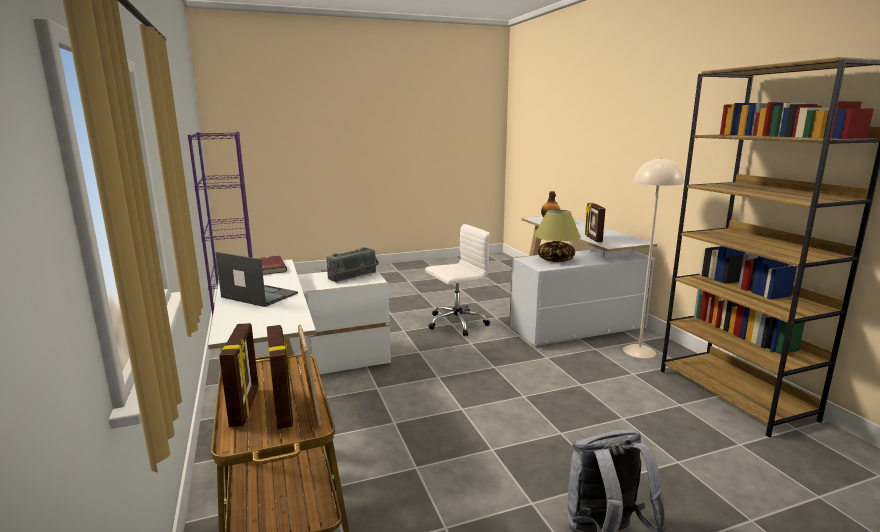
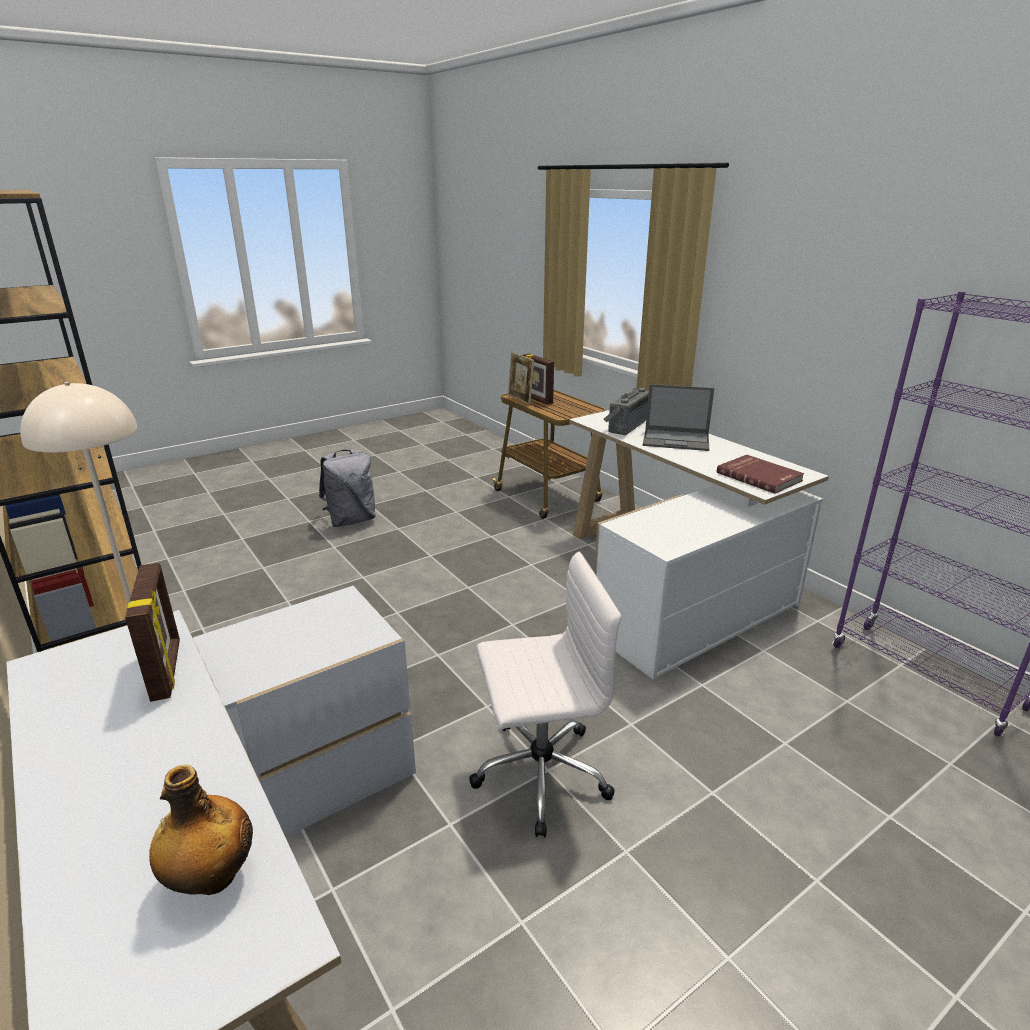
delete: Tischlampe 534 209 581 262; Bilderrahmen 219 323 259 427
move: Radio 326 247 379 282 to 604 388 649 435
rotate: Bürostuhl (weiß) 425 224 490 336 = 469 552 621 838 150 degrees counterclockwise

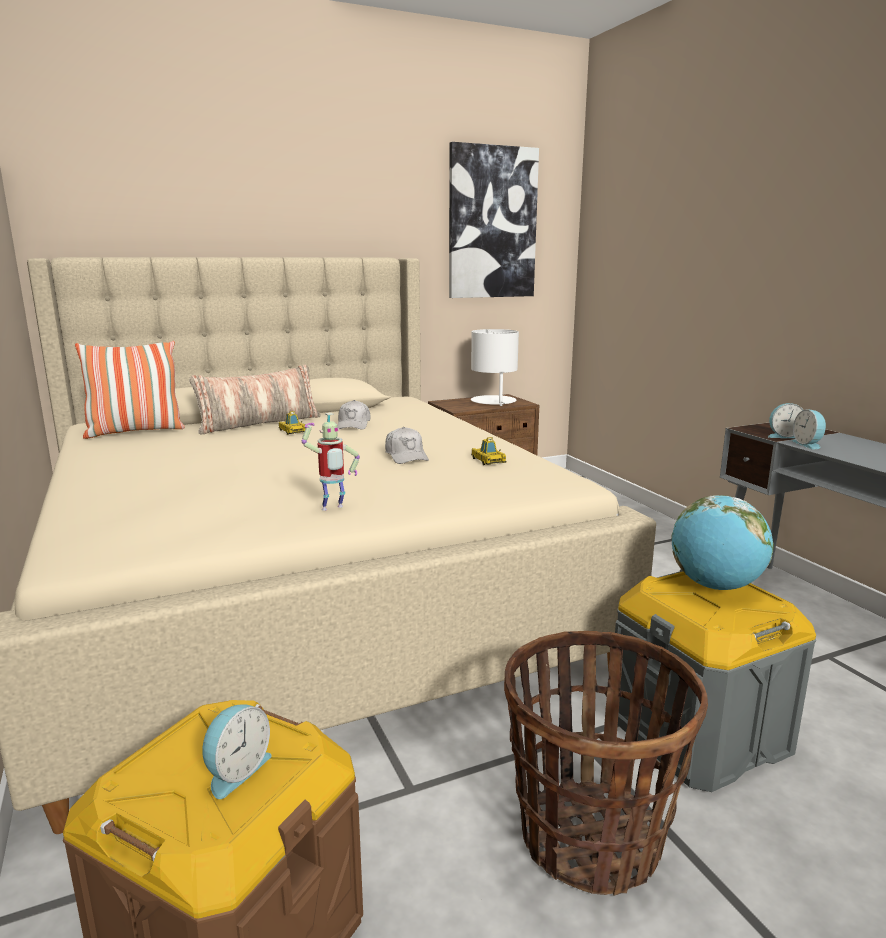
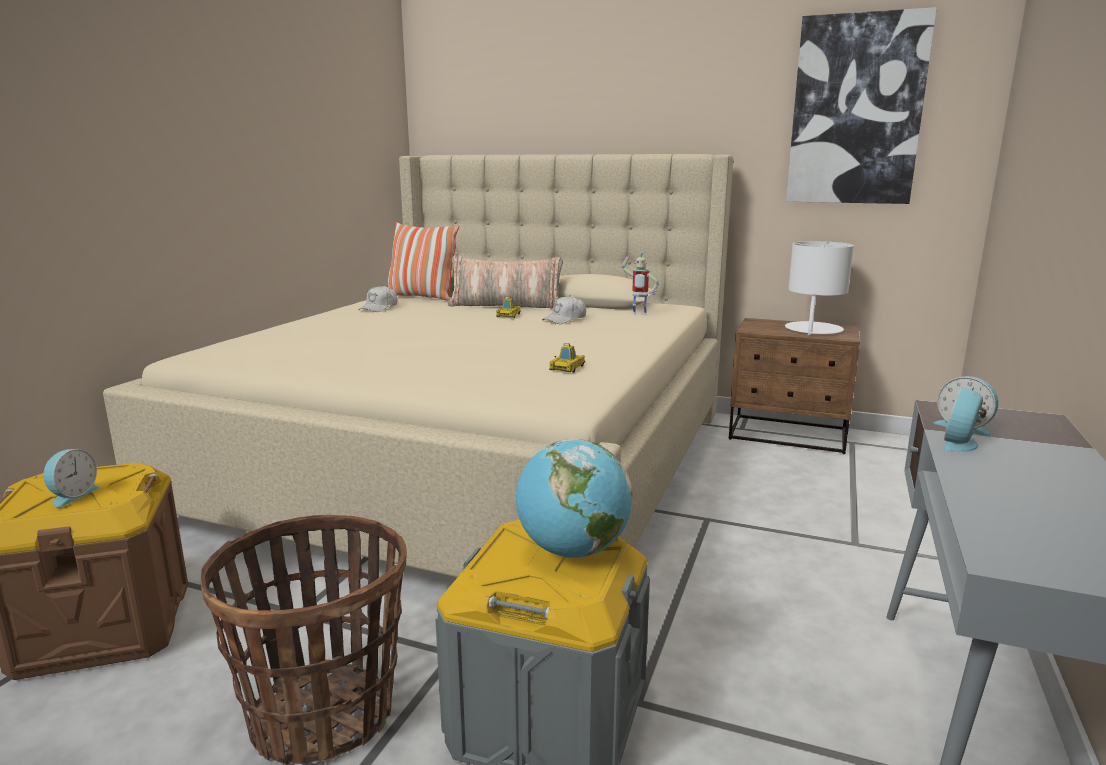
move: Spielzeugroboter 302 413 360 511 to 622 252 659 315; Kappe (weiß) 385 427 429 464 to 358 285 397 312
rotate: Wecker 202 704 272 799 = 43 449 100 507 60 degrees counterclockwise

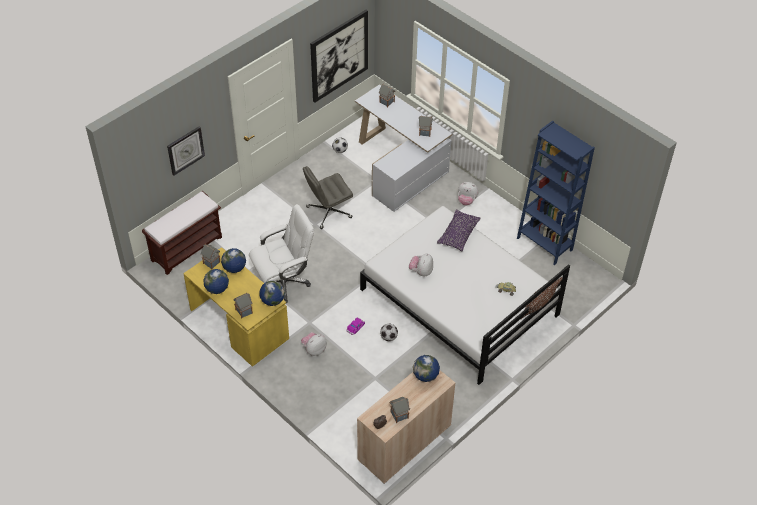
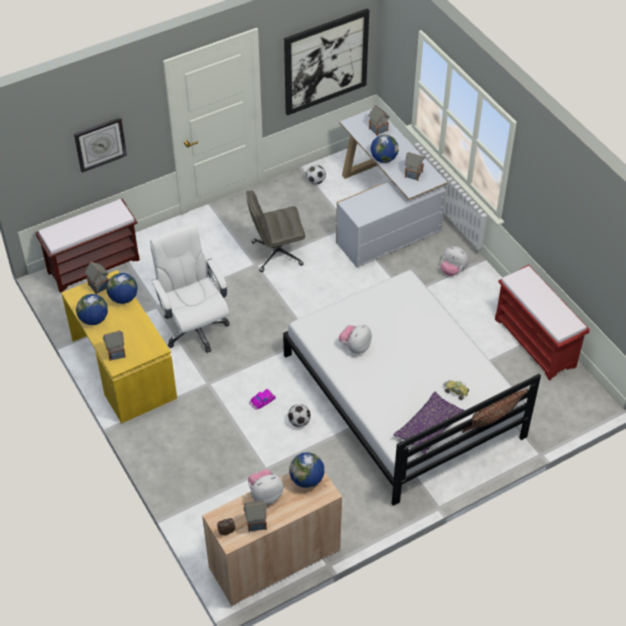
move: Kissen (lila) 437 209 481 251 to 394 392 465 455; Globus 259 281 285 306 to 370 135 398 163; Plüschtier 301 332 327 356 to 248 469 283 505
replace: Bücherregal (blau) 517 121 595 265 to Bank (rot) 495 265 590 381
rotate: Bürostuhl (weiß) 249 204 314 303 = 150 225 230 353 105 degrees counterclockwise

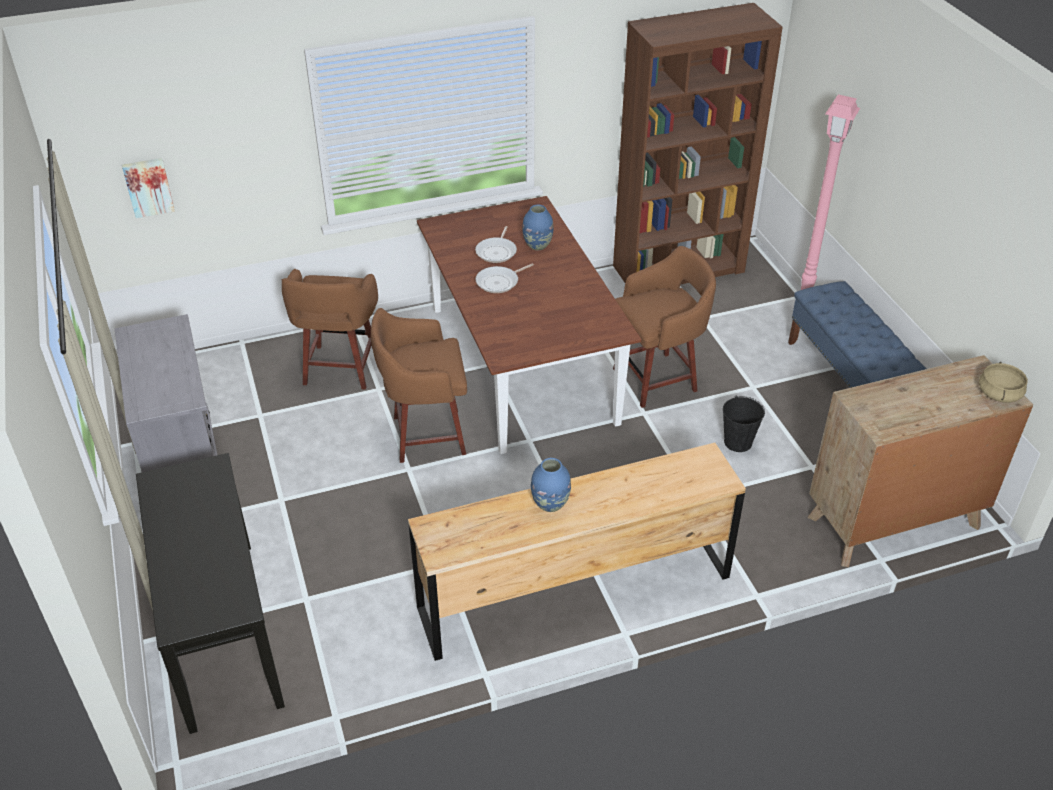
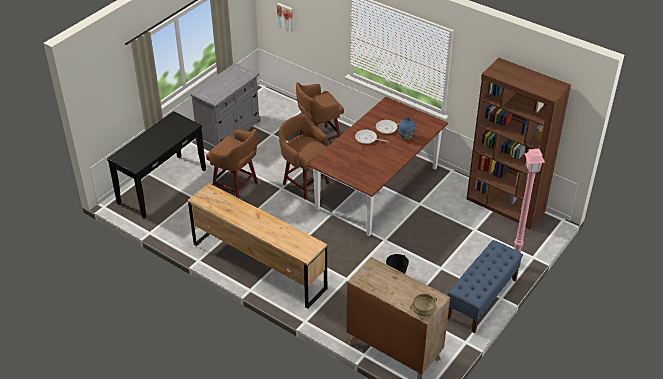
delete: Vase (blau) 531 458 571 512
move: Hocker (braun) 613 246 716 408 to 206 129 258 198

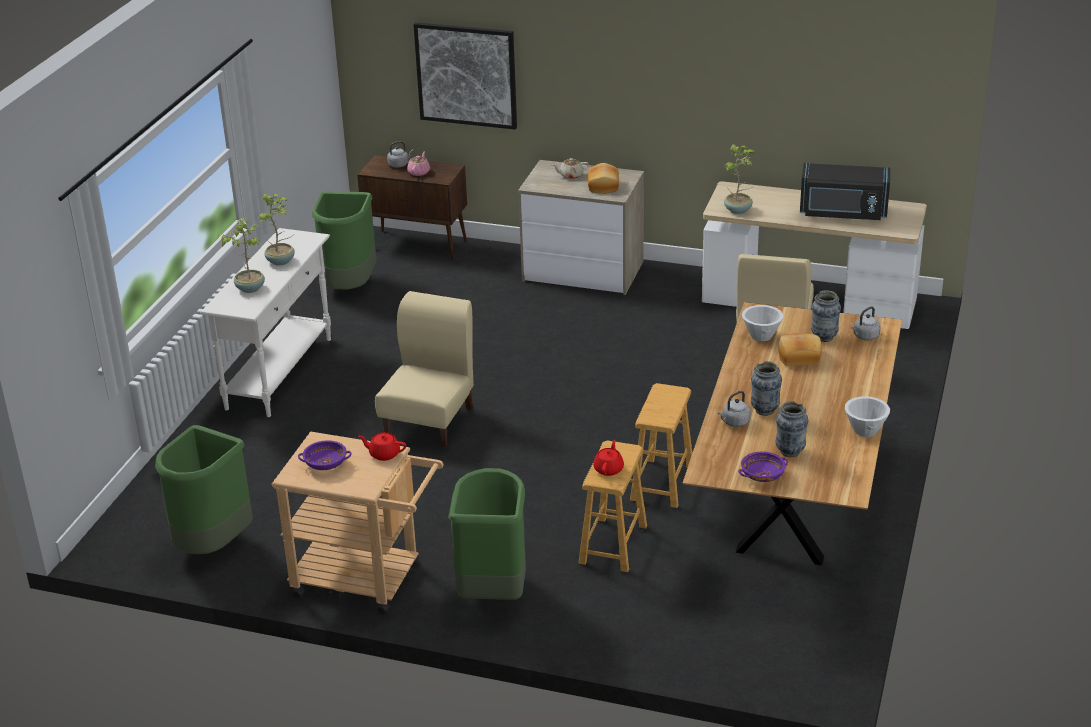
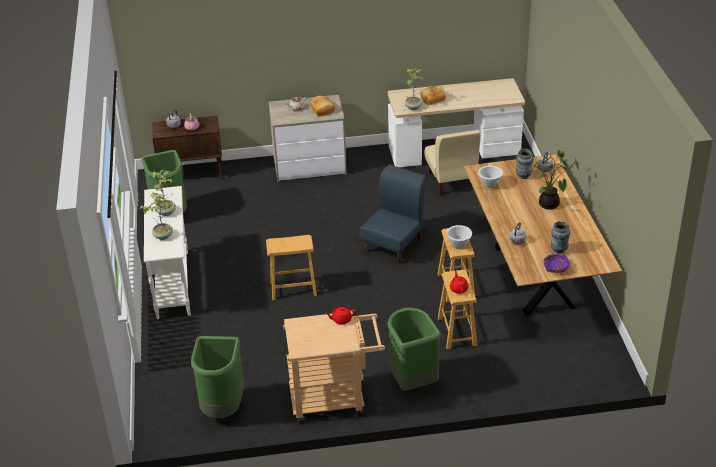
delete: Bild 413 22 517 130; Mikrowelle (schwarz) 800 163 890 220; Vase 751 361 782 416; Schüssel (lila) 298 440 352 470
insert: Topfpflanze 532 150 579 210; Stuhl (blau) 360 165 425 263
move: Brot 778 333 822 366 to 420 86 446 105; Schüssel (weiß) 845 396 890 437 to 446 225 472 249
replace: Stuhl (beige) 375 291 474 447 to Hocker (braun) 266 235 317 300

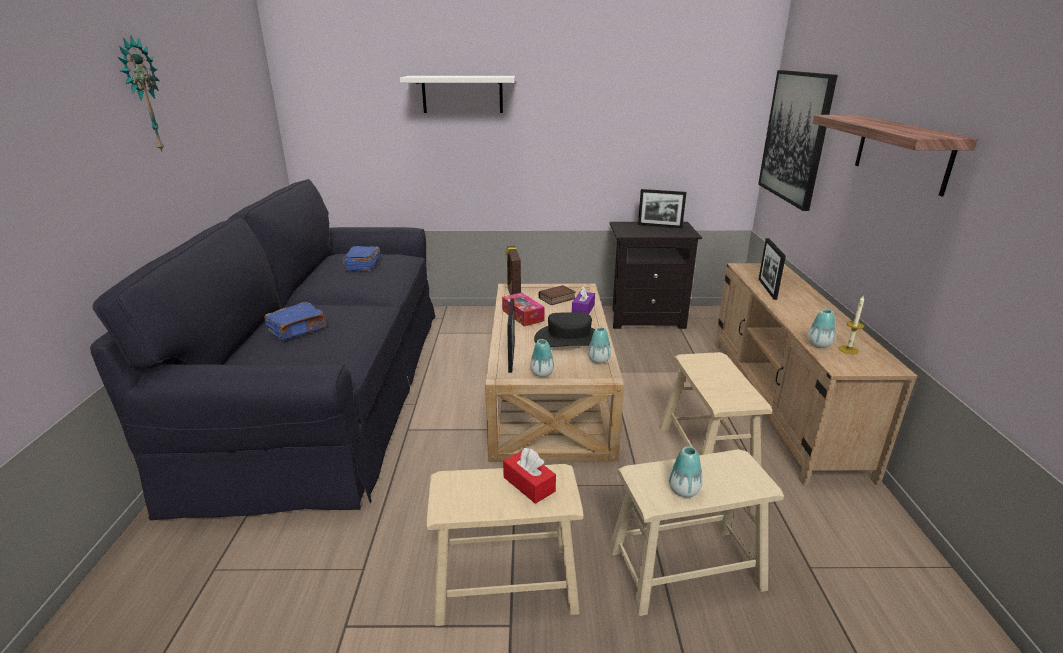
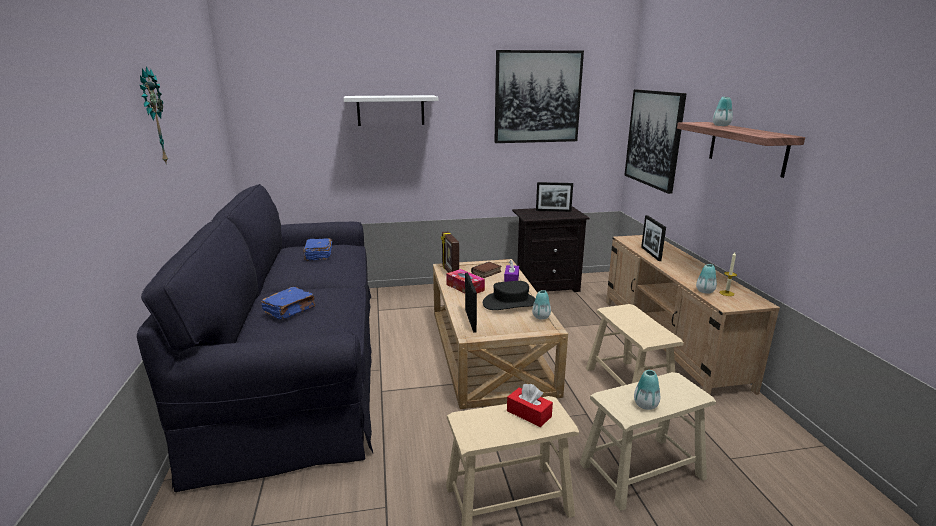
insert: Bild 494 50 584 143
move: Vase 530 339 554 377 to 713 97 733 126

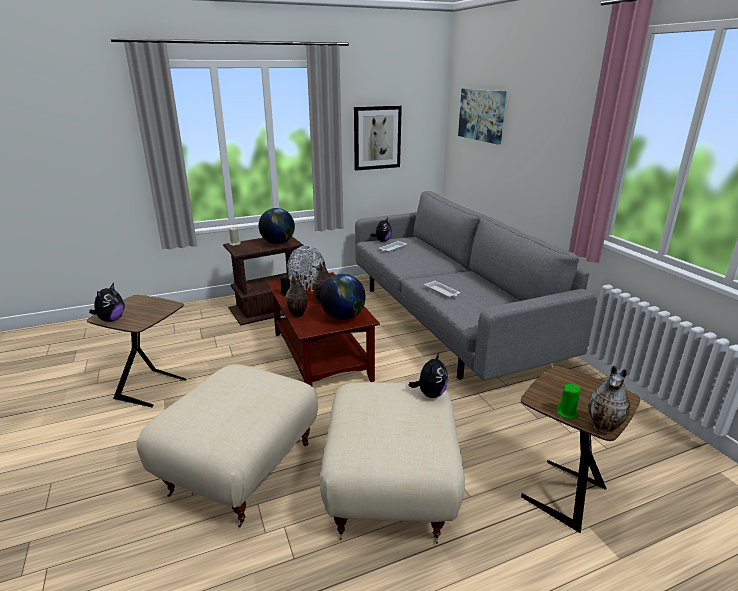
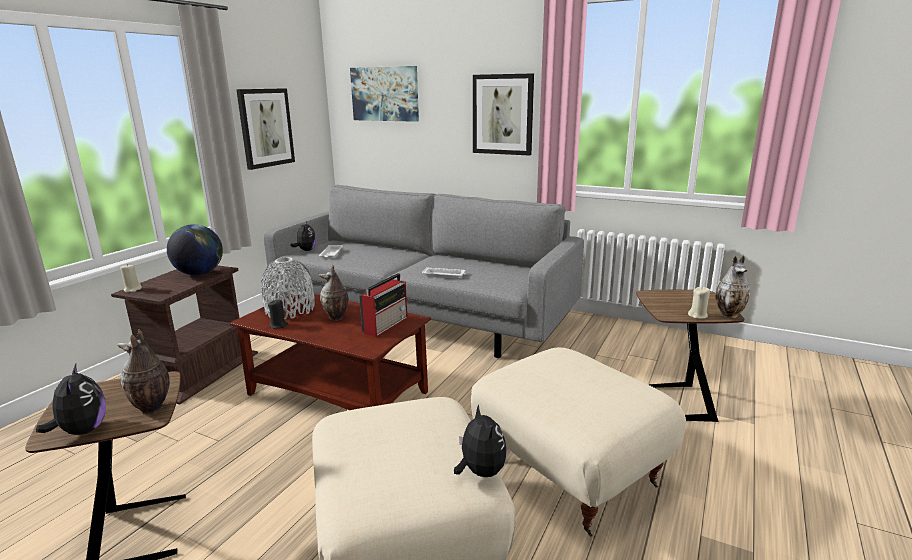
insert: Bild 473 74 534 156
move: Vase 285 273 308 318 to 117 329 170 415; Plüschtier 408 353 448 398 to 454 404 507 477
replace: Globus 320 274 366 320 to Radio 359 273 407 337
recolor: Kerze (grün) 557 384 581 419 to Kerze (beige) 688 287 710 319

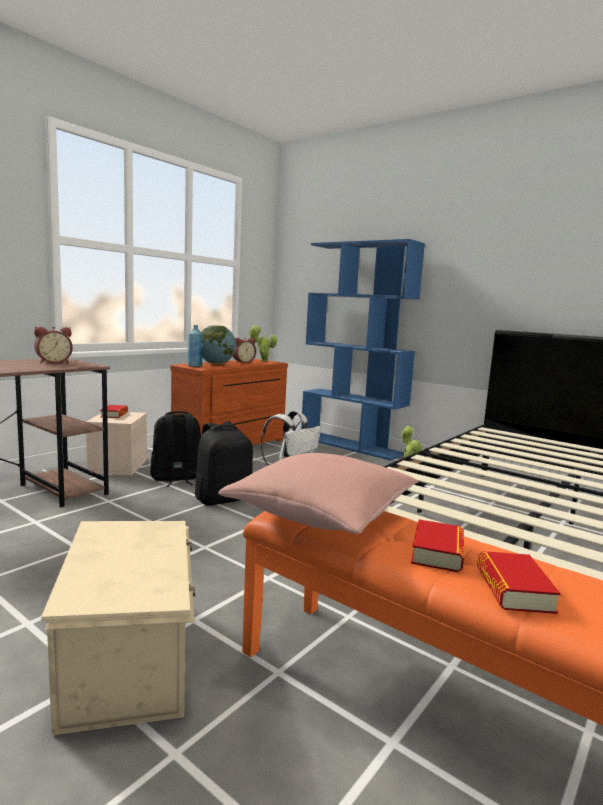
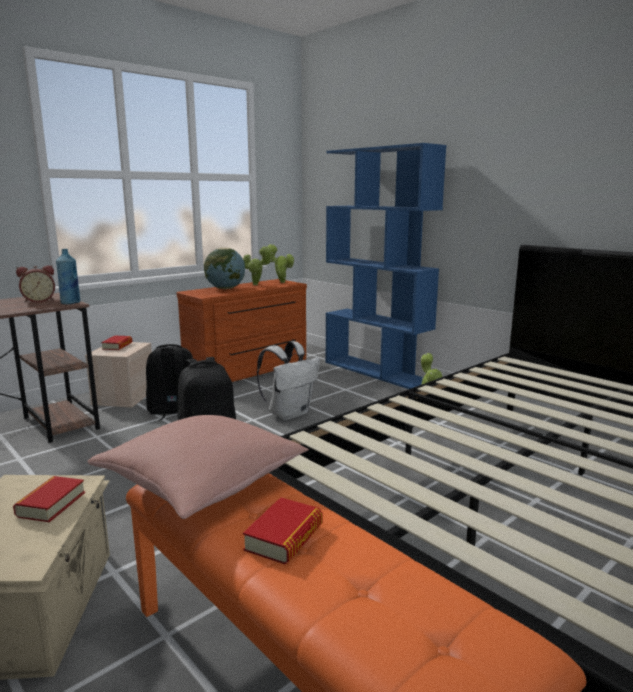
move: Flasche (blau) 188 325 203 367 to 56 249 80 304; Buch 477 551 561 614 to 13 476 85 522
replace: Wecker 233 338 256 363 to Topfpflanze 243 246 272 285

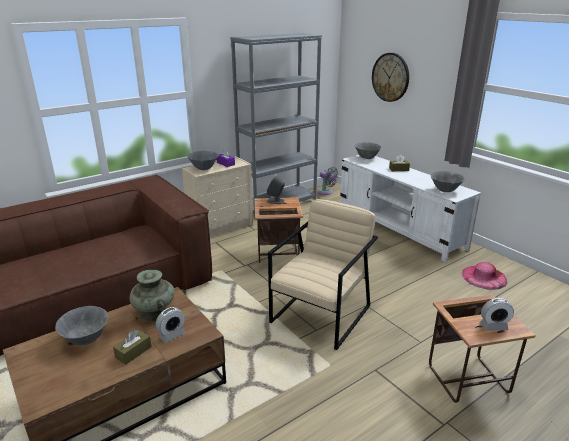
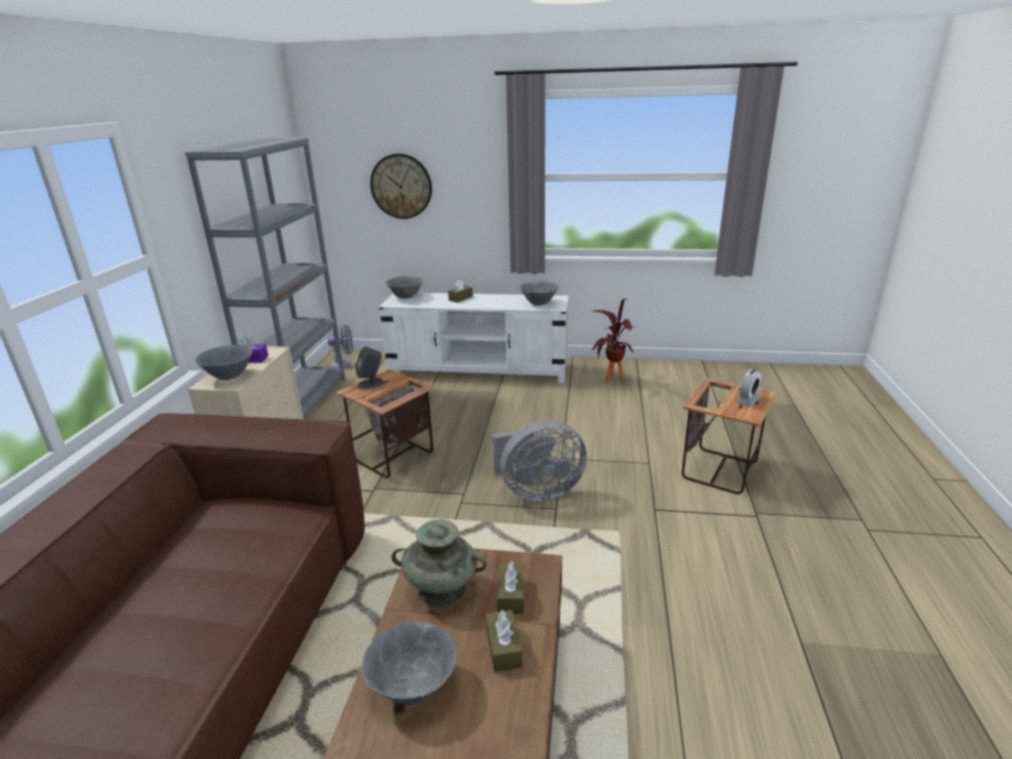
replace: Sessel (beige) 268 199 378 350 to Ventilator (grau) 492 420 587 501; Hut (rosa) 462 262 507 290 to Topfpflanze 591 299 633 383; Wecker 156 307 185 343 to Taschentuchbox (braun) 497 561 524 614

